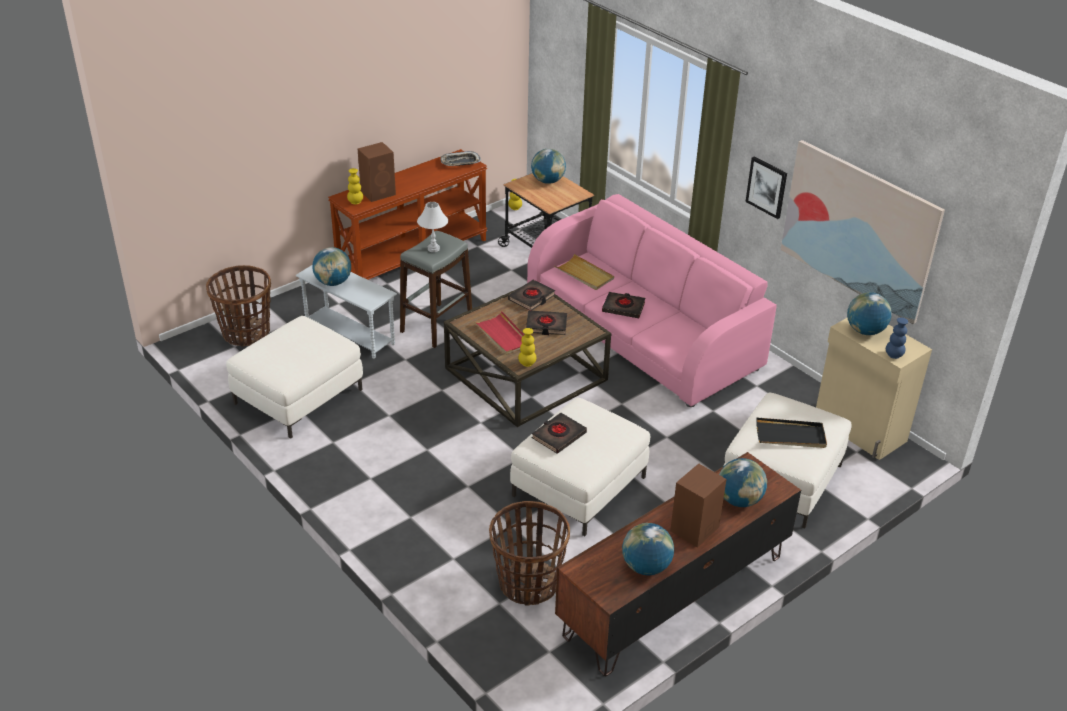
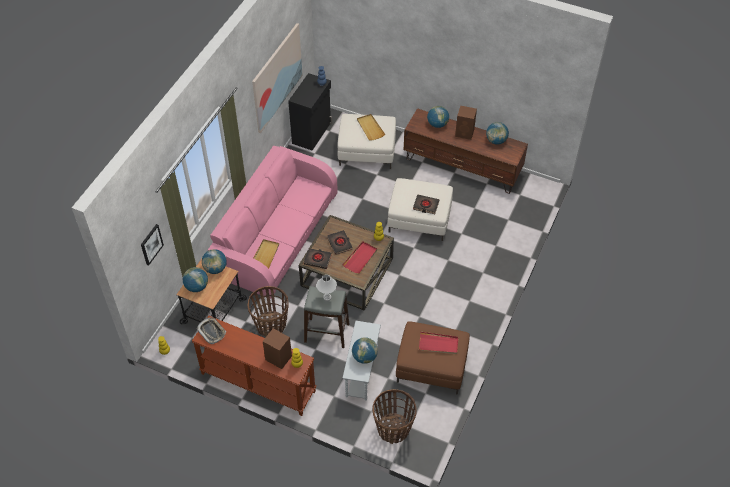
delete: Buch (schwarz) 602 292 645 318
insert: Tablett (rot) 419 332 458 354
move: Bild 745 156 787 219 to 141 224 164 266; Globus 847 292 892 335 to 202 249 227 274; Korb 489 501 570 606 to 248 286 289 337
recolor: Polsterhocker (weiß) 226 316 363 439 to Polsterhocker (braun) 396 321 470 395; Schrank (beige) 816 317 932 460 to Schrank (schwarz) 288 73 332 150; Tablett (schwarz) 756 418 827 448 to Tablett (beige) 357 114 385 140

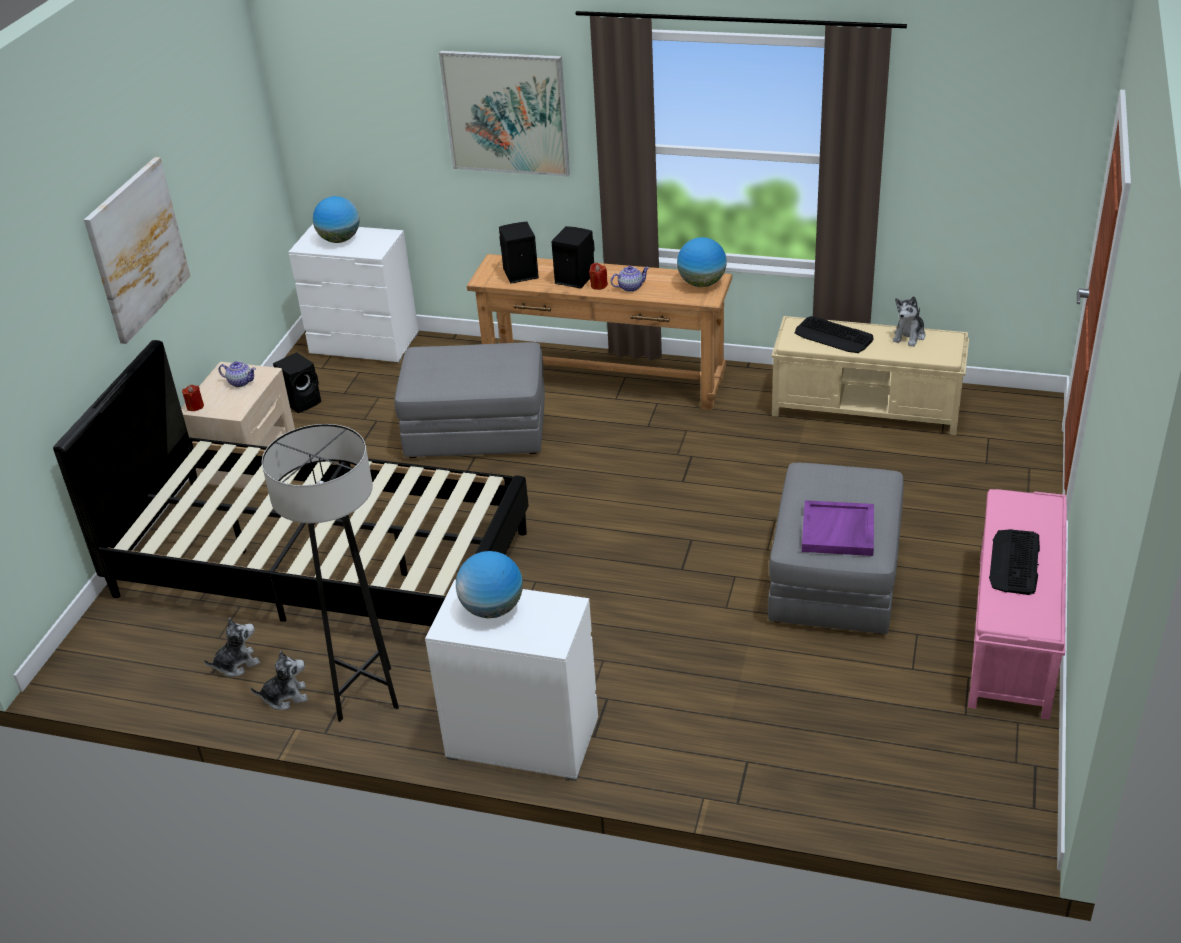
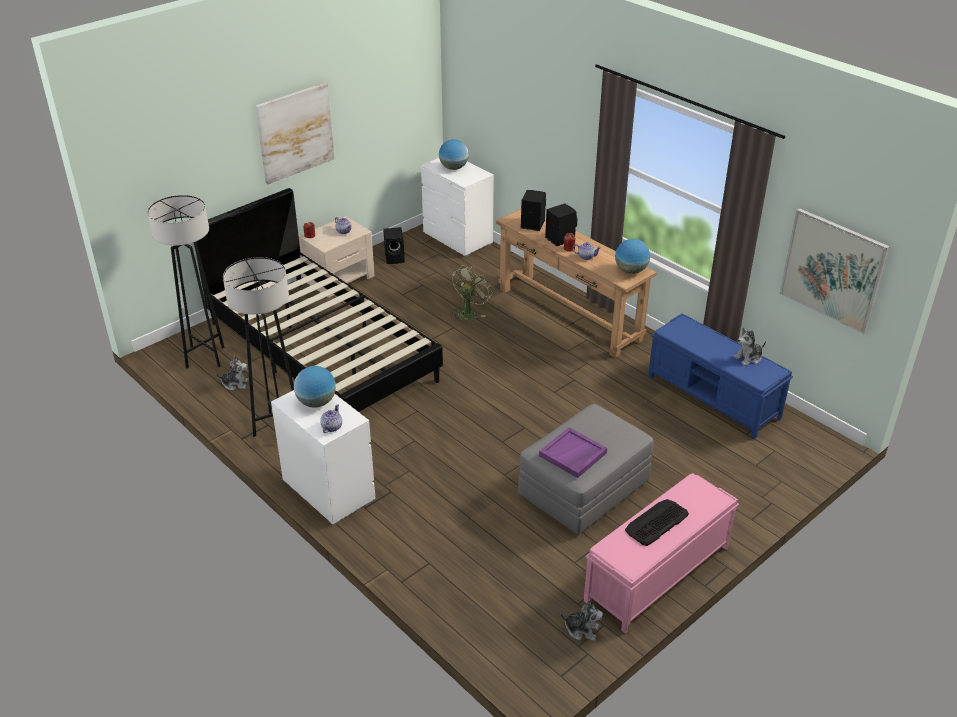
delete: Tastatur 794 316 874 353
insert: Stehlampe (grau) 147 195 225 369; Teekanne 320 404 342 433
move: Bild 439 51 570 177 to 780 208 890 334; Plüschtier 250 651 308 710 to 560 599 603 641
replace: Polsterhocker (grau) 395 342 545 458 to Ventilator (grün) 452 265 493 321
recolor: Bank (beige) 772 316 969 435 to Bank (blau) 648 313 793 439

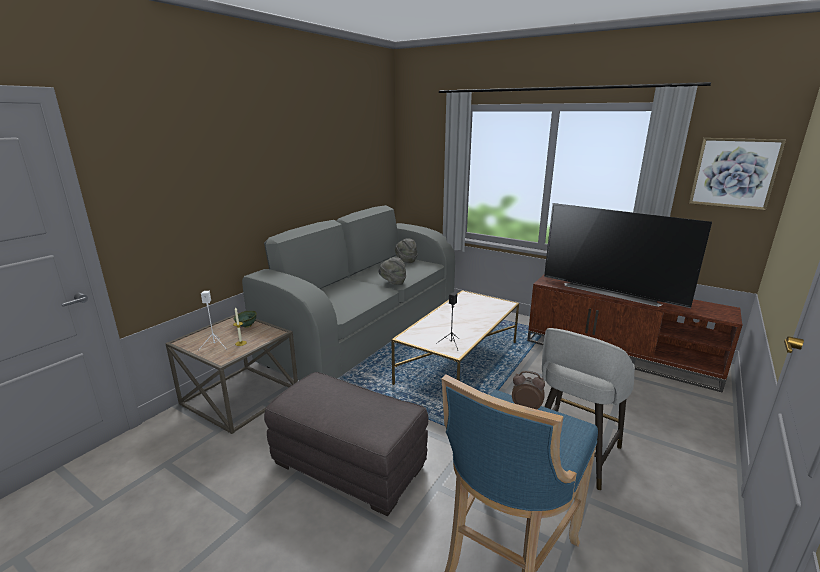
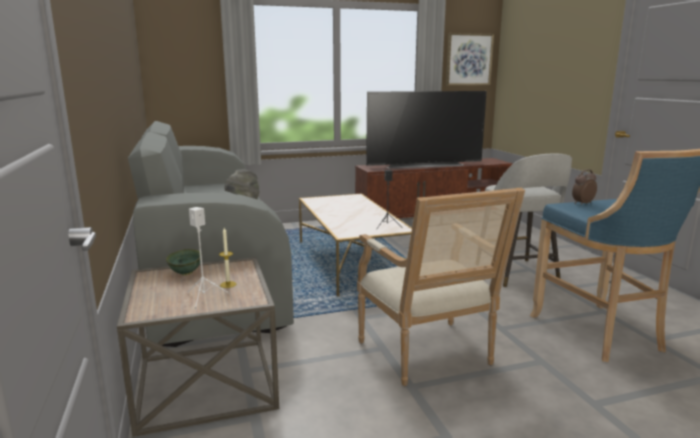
delete: Hut (grau) 395 238 418 263
replace: Polsterhocker (grau) 264 372 429 516 to Sessel 357 188 525 386

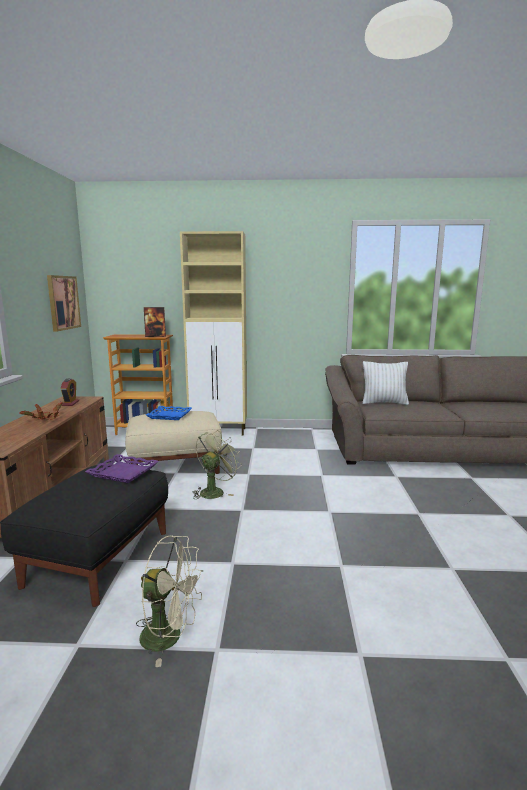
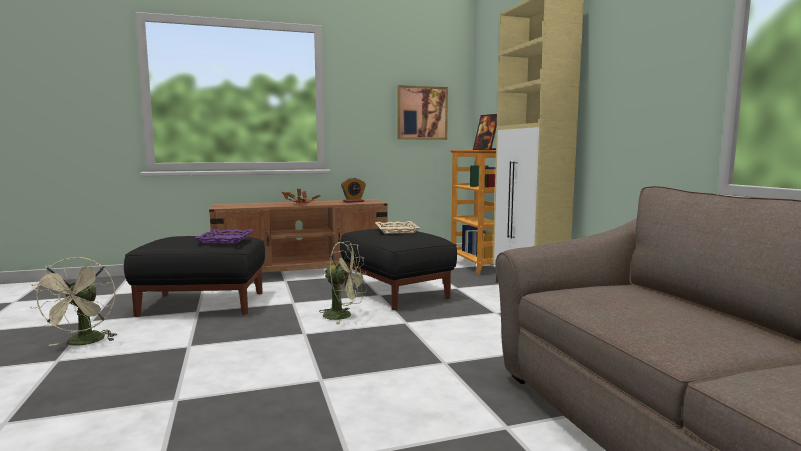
delete: Kissen (weiß) 362 361 409 405
recolor: Tablett (blau) 146 406 192 420 to Tablett (beige) 375 221 420 234; Polsterhocker (beige) 125 411 222 474 to Polsterhocker (schwarz) 340 228 457 310

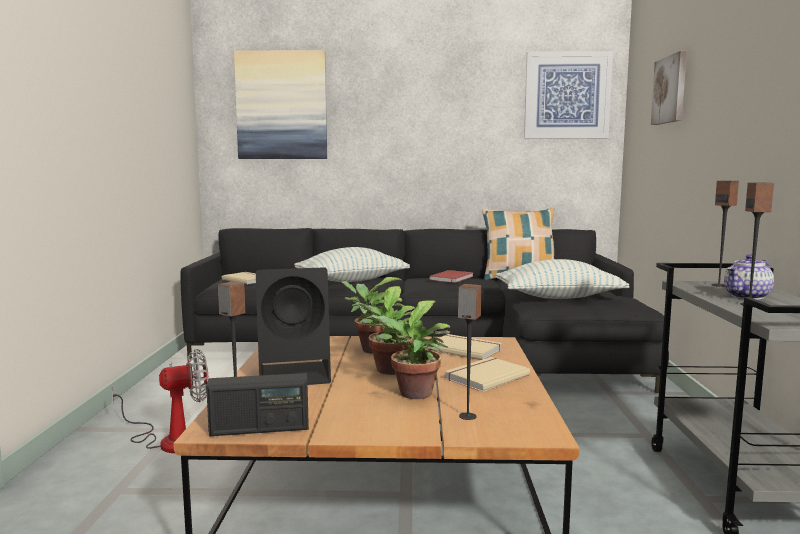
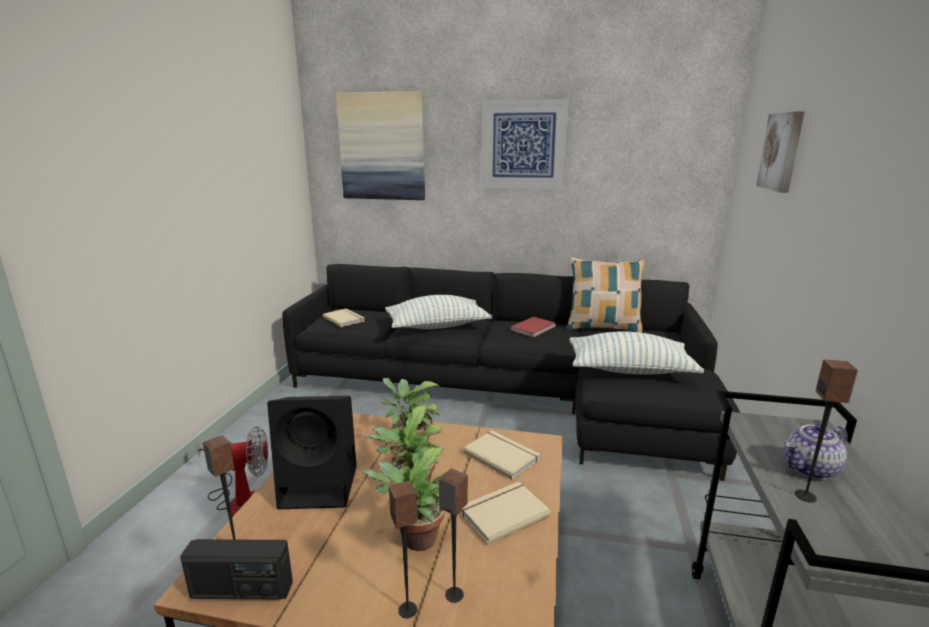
move: Bild 524 51 613 138 to 481 99 569 189; Lautsprecher 712 181 739 287 to 389 481 418 618

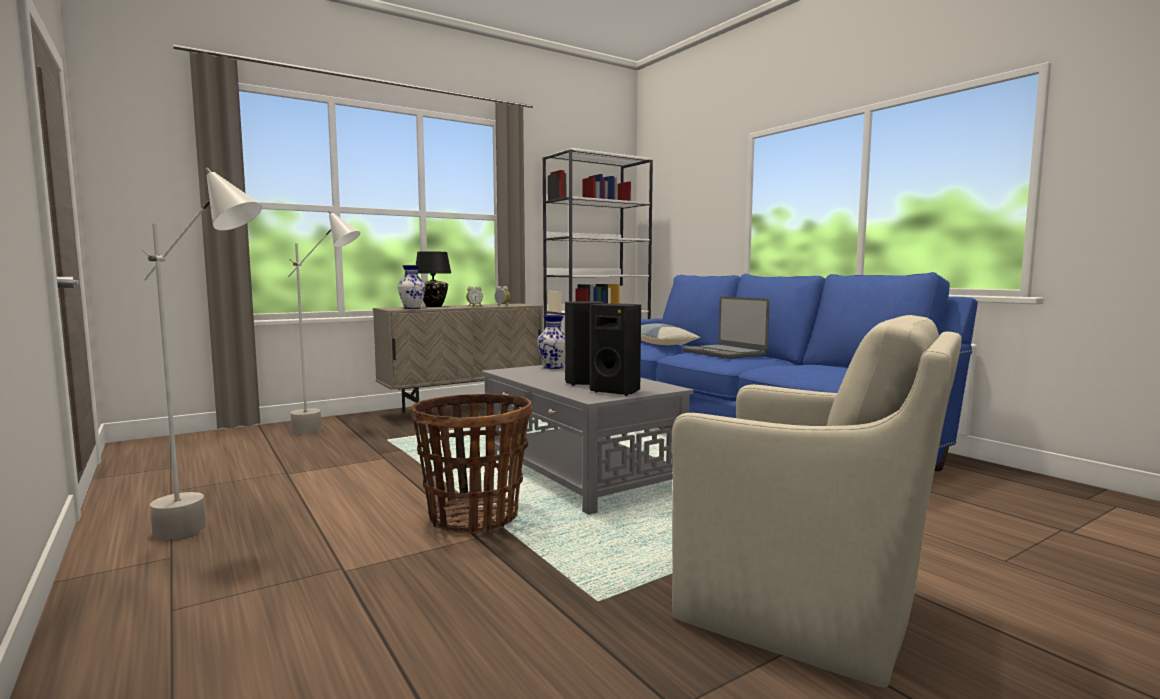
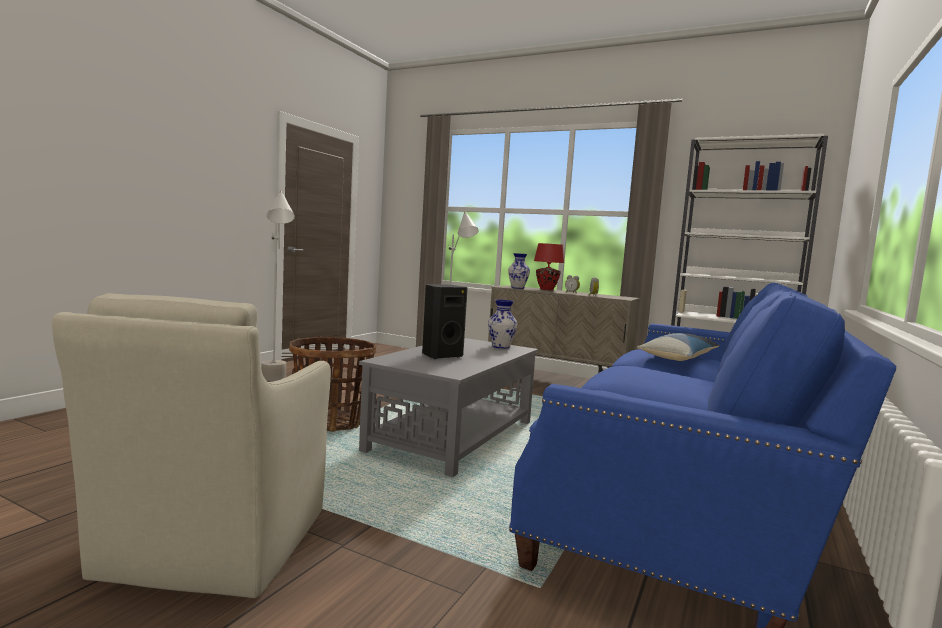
delete: Laptop 682 296 770 359; Lautsprecher (schwarz) 589 304 641 396
recolor: Tischlampe (schwarz) 416 251 451 307 to Tischlampe (rot) 534 243 564 290

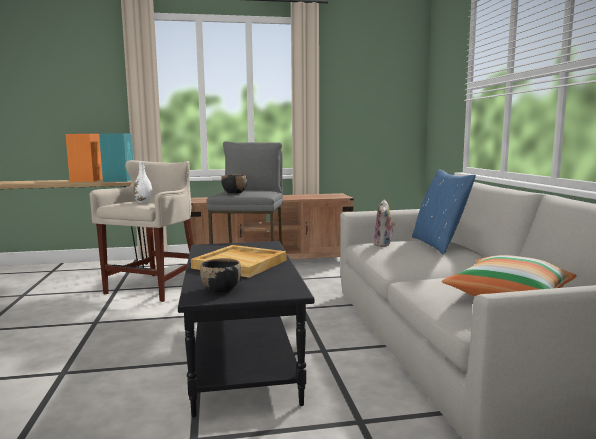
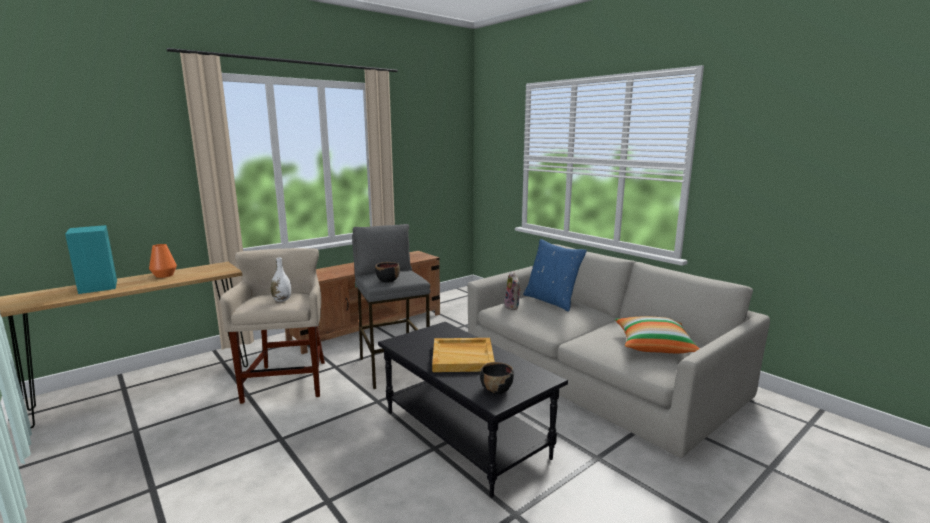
move: Lautsprecher (türkis) 99 133 133 182 to 65 225 117 294
replace: Lautsprecher (orange) 65 134 103 182 to Vase (orange) 149 244 177 278

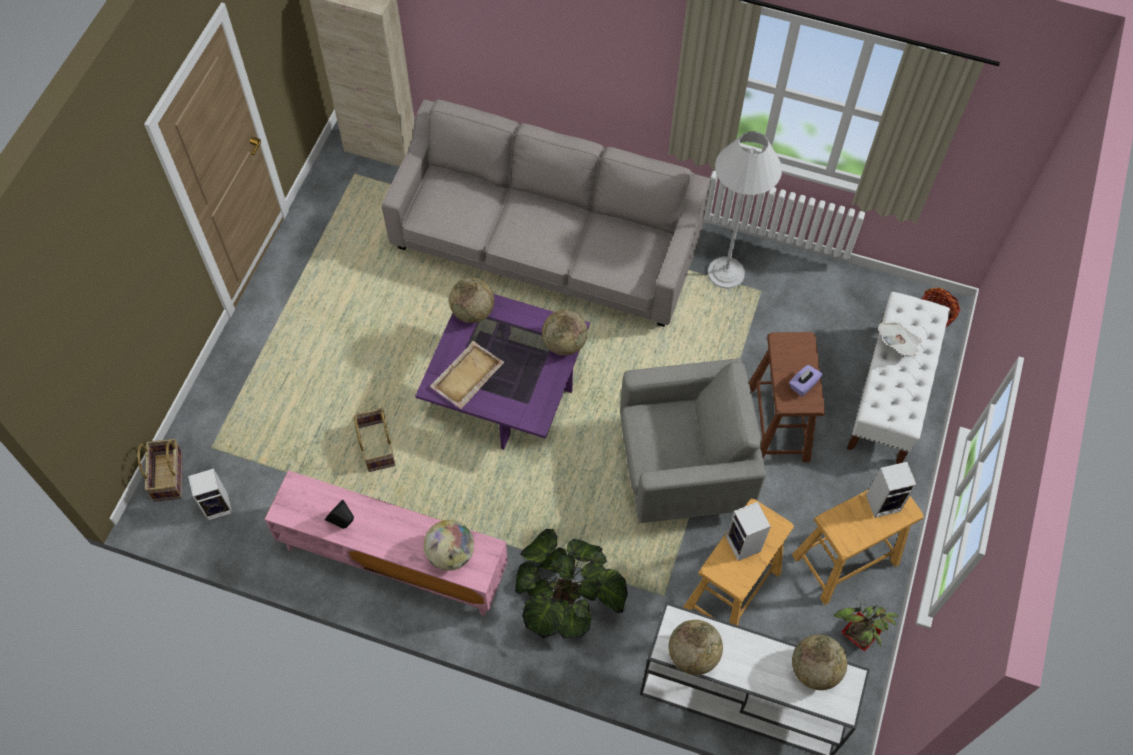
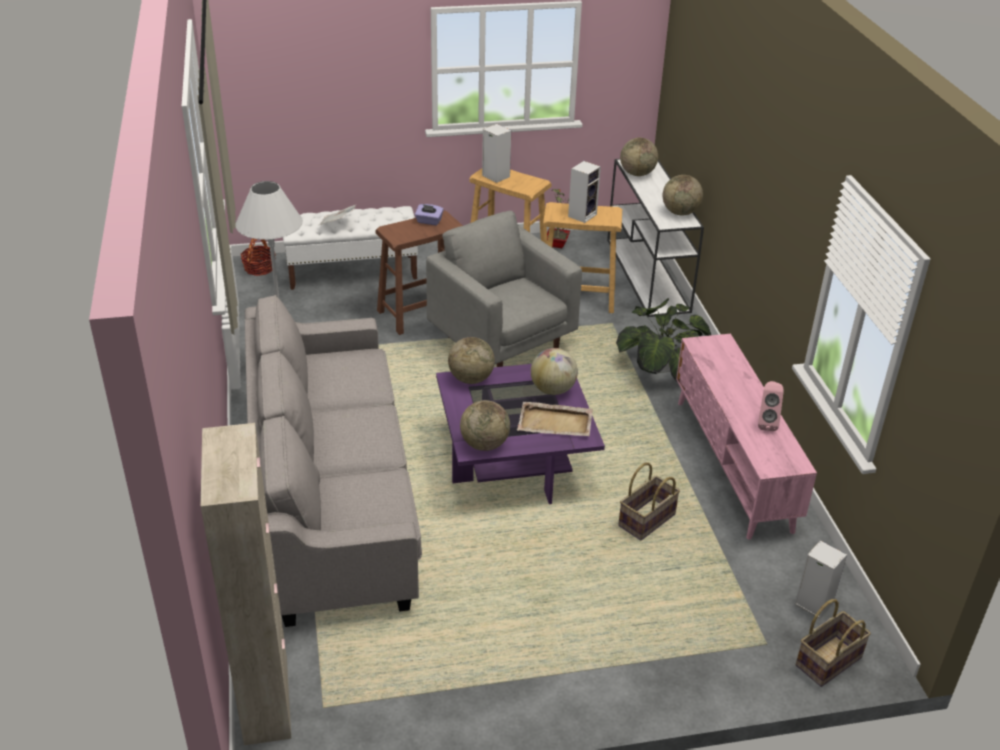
move: Globus 423 520 474 571 to 531 348 578 395
recolor: Lautsprecher (schwarz) 325 500 354 529 to Lautsprecher (rosa) 758 381 784 431

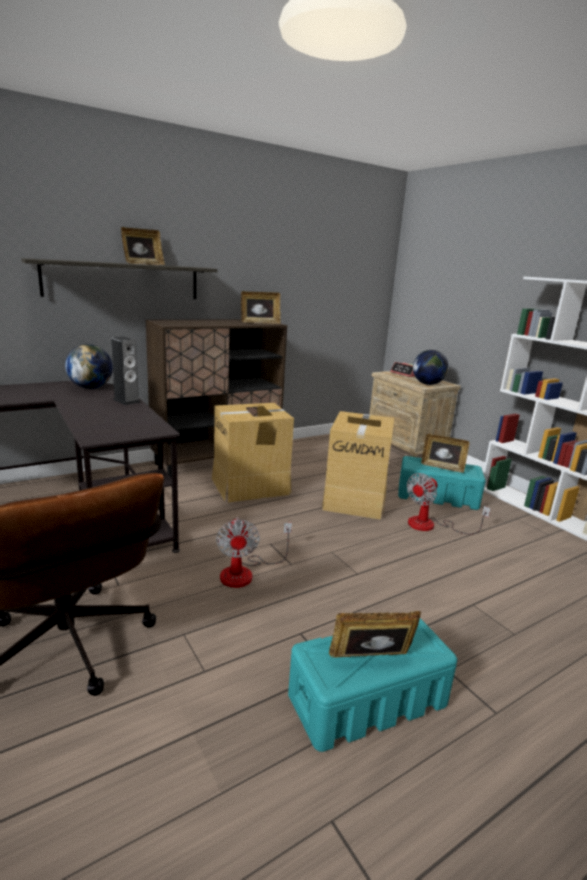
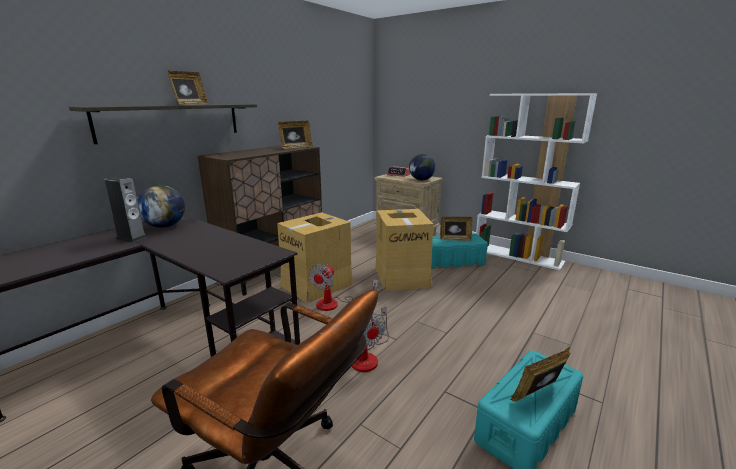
move: Lautsprecher 111 336 140 405 to 104 176 147 242; Ventilator 407 473 491 534 to 309 264 378 311

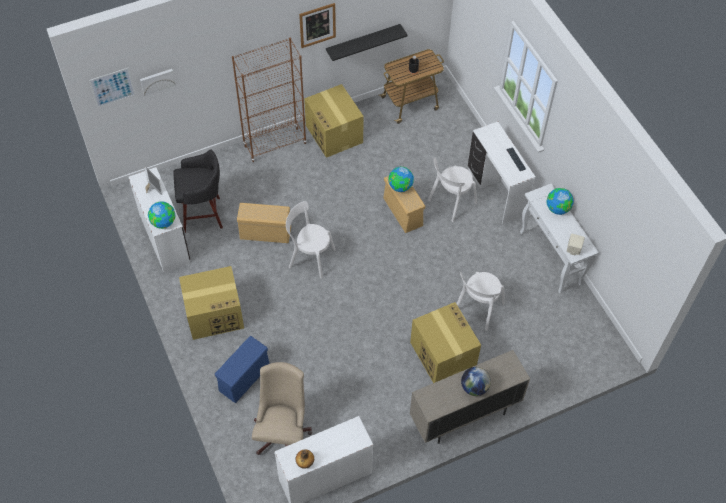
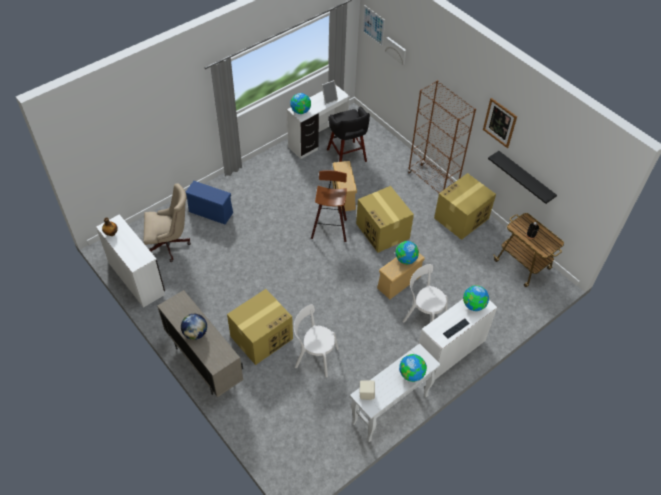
insert: Globus 463 285 489 311
move: Karton 179 266 244 340 to 356 186 414 253
replace: Stuhl (weiß) 286 201 335 278 to Hocker 311 170 347 242

